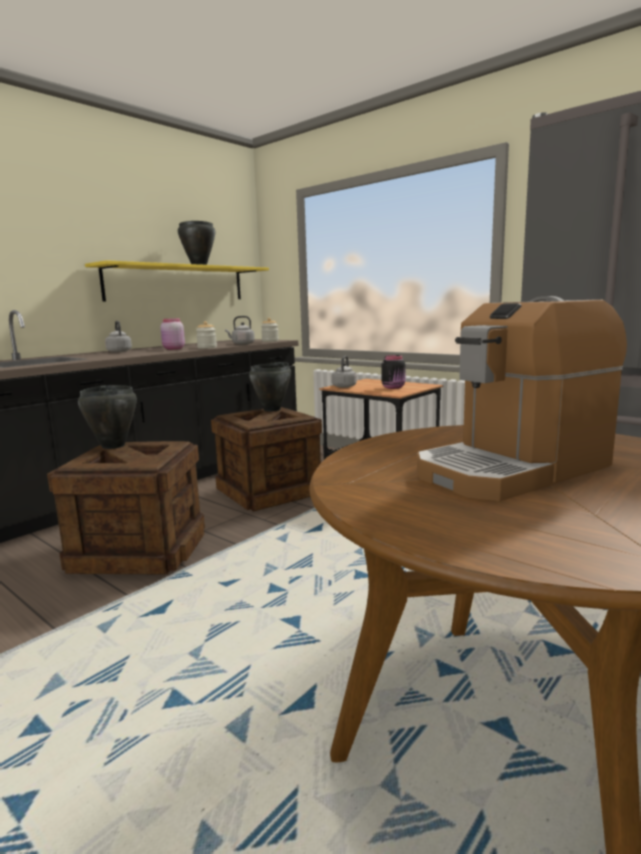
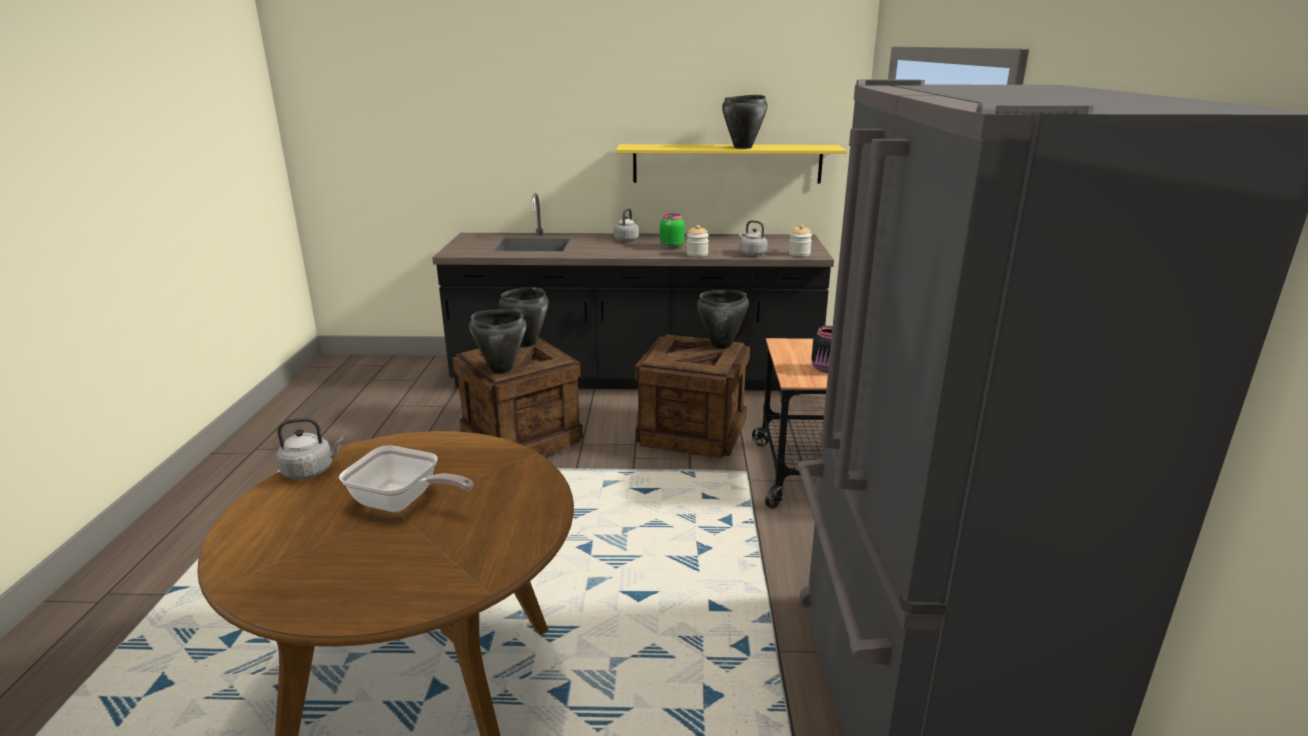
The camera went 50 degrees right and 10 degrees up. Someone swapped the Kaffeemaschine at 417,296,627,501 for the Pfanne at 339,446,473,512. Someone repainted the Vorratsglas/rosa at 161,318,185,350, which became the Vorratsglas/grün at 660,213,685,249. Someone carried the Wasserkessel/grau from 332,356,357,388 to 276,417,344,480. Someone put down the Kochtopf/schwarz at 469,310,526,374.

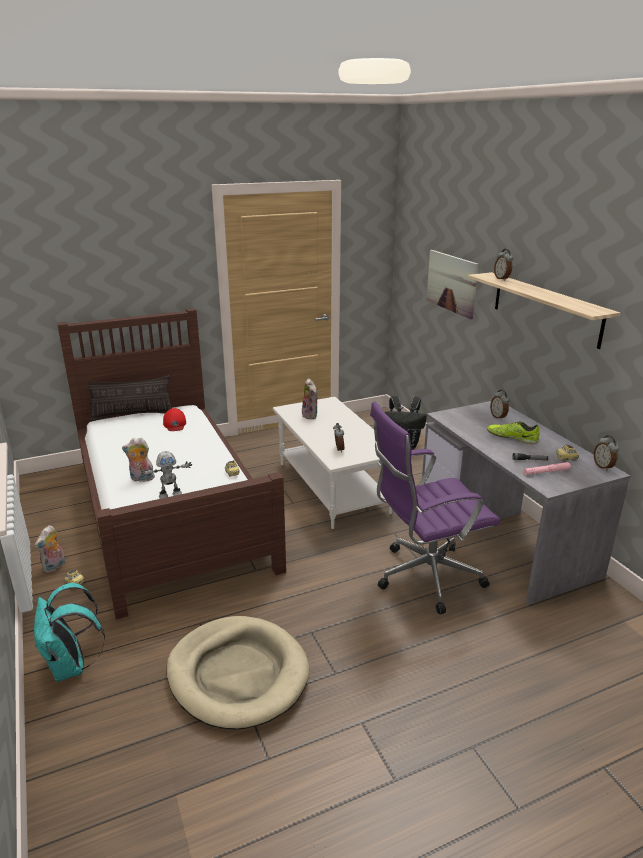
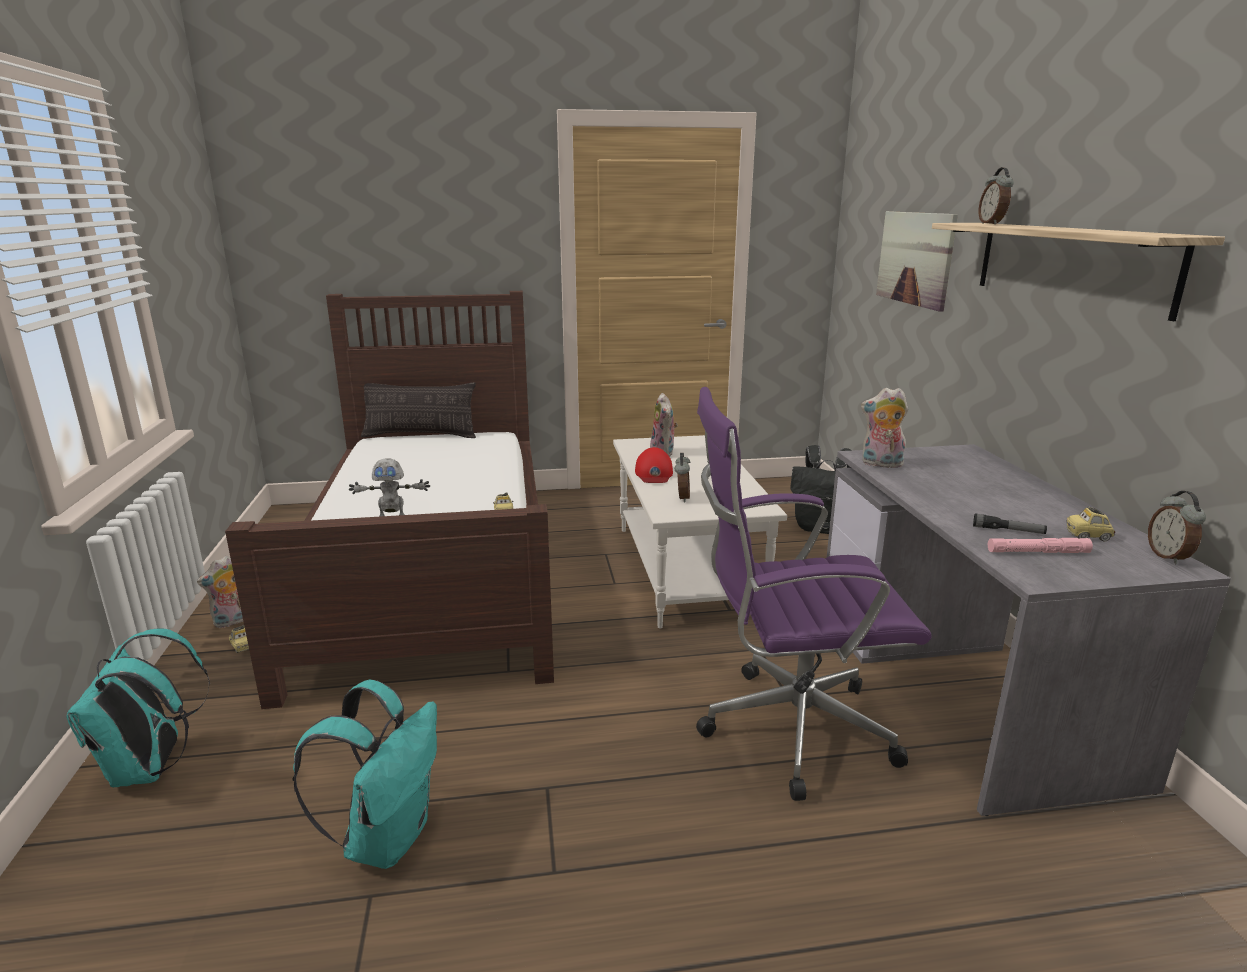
The camera went 15 degrees right and 5 degrees down. Someone took away the Wecker at 490,390,510,420. Someone carried the Kappe/rot from 163,408,186,431 to 635,447,673,483. Someone took away the Schuh at 487,421,539,444. Someone carried the Plüschtier from 122,438,155,482 to 861,388,908,468. Someone swapped the Hundebett/beige at 167,616,309,729 for the Rucksack/türkis at 293,680,437,869.

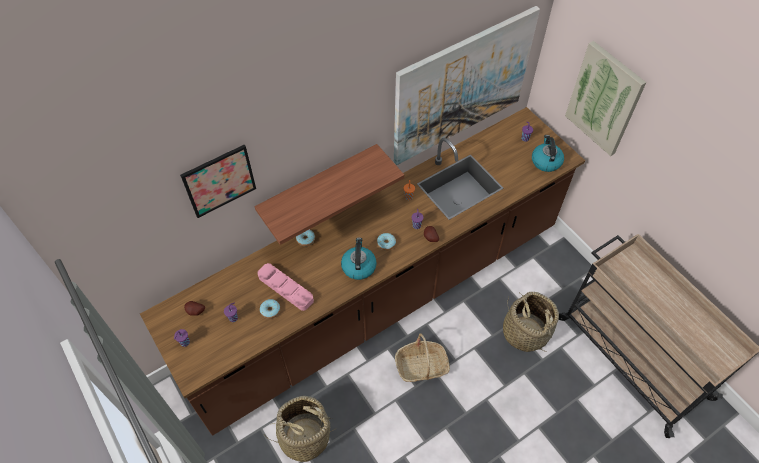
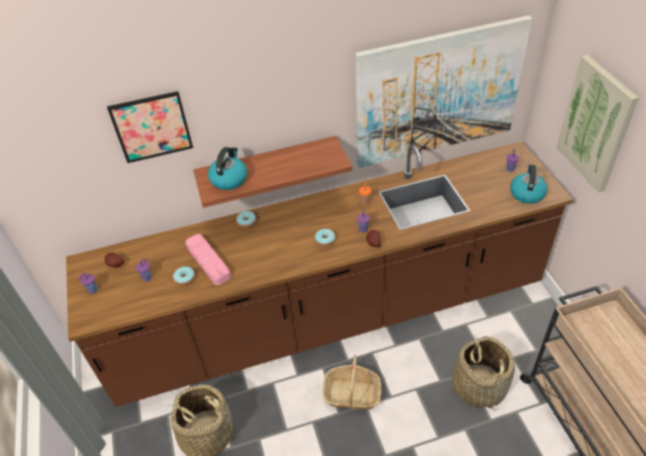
The camera went 20 degrees right and 10 degrees down. Someone carried the Wasserkessel from 341,237,377,280 to 208,147,247,190.

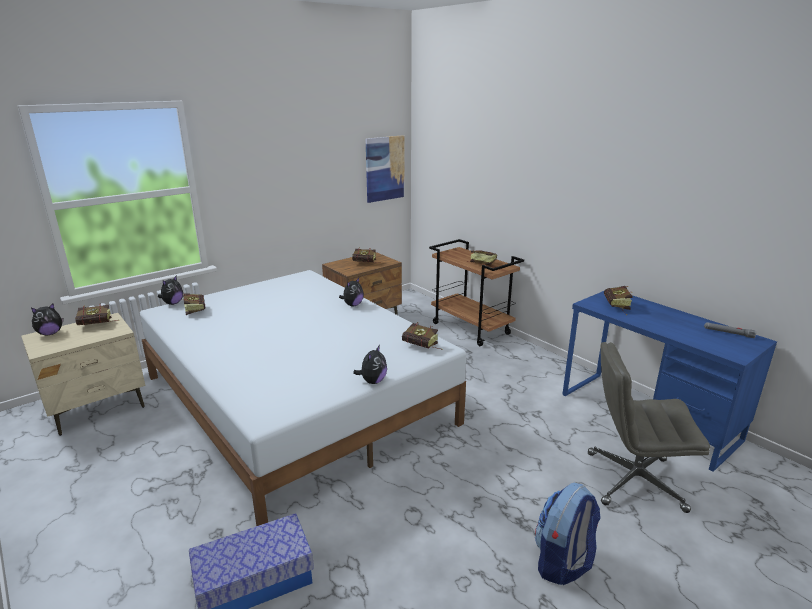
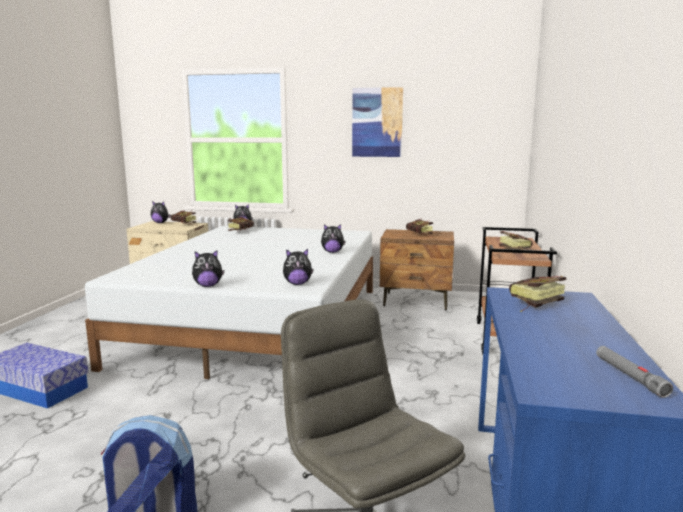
The camera went 50 degrees right and 10 degrees down. Someone carried the Bild from 366,135,405,203 to 352,87,403,157. Someone swapped the Buch at 402,322,443,350 for the Plüschtier at 283,249,314,285.

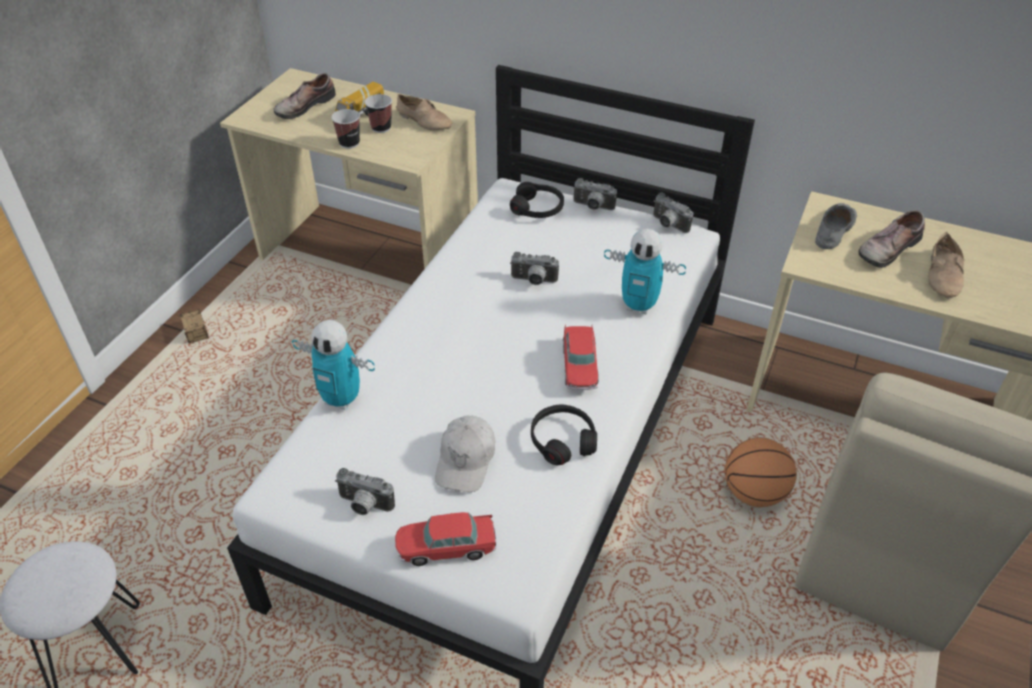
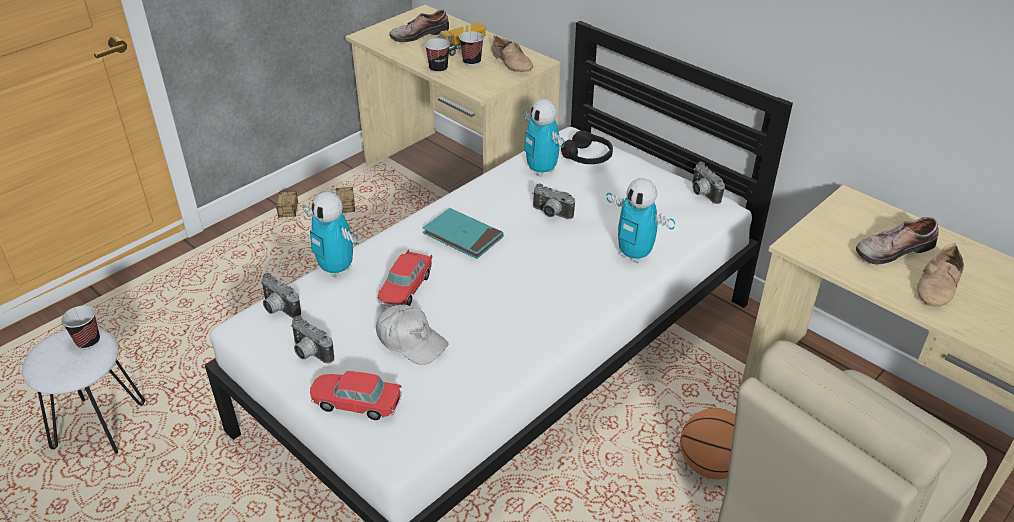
The camera went 20 degrees right and 5 degrees down. Someone carried the Kamera from 573,178,617,210 to 261,273,301,318. Someone took away the Schuh/grau at 815,203,857,249. Someone carried the Spielzeugauto from 563,324,599,390 to 377,250,432,307. Someone took away the Kopfhörer/schwarz at 531,405,597,465. Someone rotated the Kappe/weiß at 435,416,495,492 by 90 degrees counterclockwise. Someone put down the Spielzeugroboter at 523,99,564,177. Someone put down the Aufbewahrungsbox at 335,187,355,213. Someone put down the Buch/türkis at 423,208,504,259. Someone put down the Tasse at 61,306,100,349.

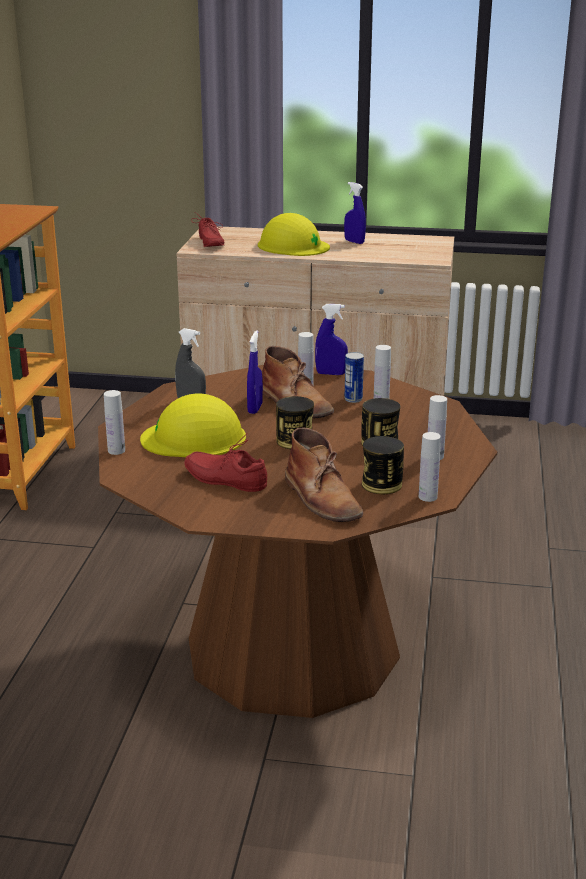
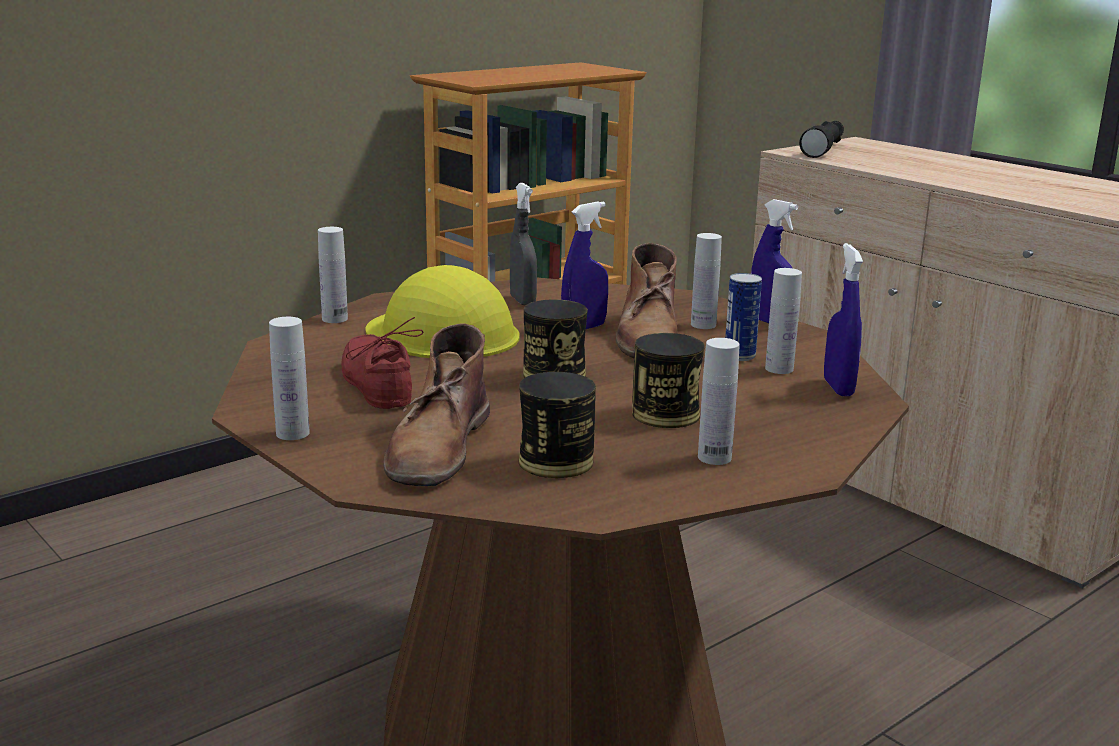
The camera went 40 degrees right and 5 degrees down. Someone carried the Sprühflasche/blau from 344,182,366,244 to 824,243,863,396. Someone swapped the Schuh/rot at 191,212,225,247 for the Taschenlampe/schwarz at 799,121,844,158. Someone took away the Schutzhelm/gelb at 258,213,330,256. Someone carried the Flasche/weiß from 419,432,441,502 to 269,317,310,440.

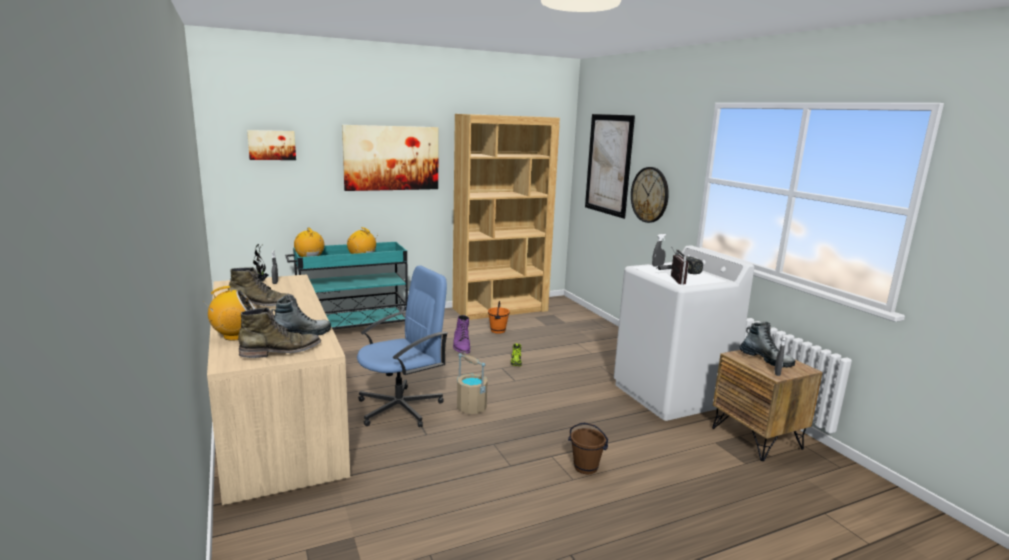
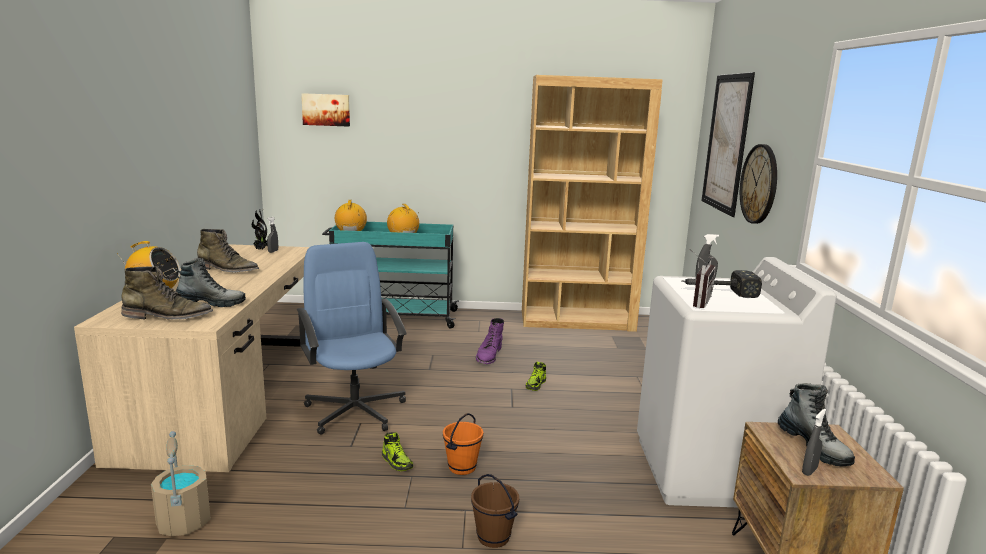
The camera went 25 degrees right and 0 degrees up. Someone took away the Bild at 342,125,439,191. Someone rotated the Bürostuhl/blau at 357,265,448,427 by 105 degrees counterclockwise. Someone carried the Eimer/orange from 488,301,510,334 to 443,413,484,475. Someone carried the Eimer/beige from 457,353,488,414 to 151,431,211,536. Someone put down the Schuh at 382,432,413,471.

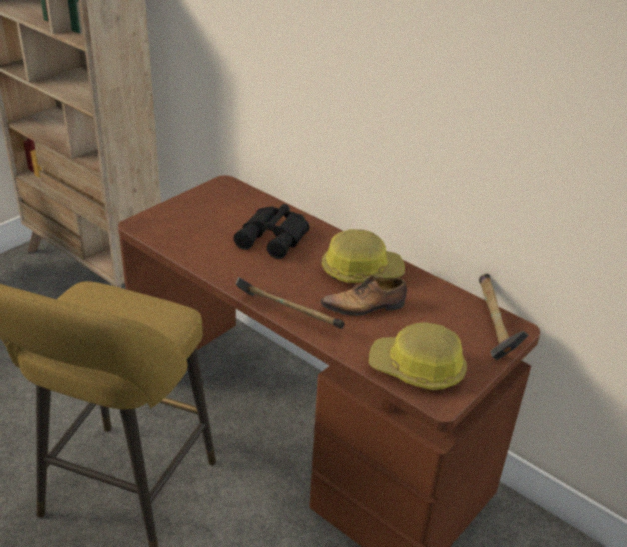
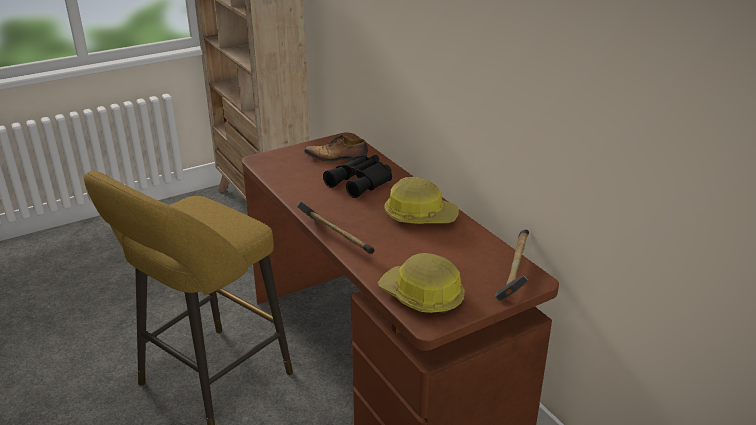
The camera went 20 degrees right and 5 degrees down. Someone carried the Schuh from 320,275,407,316 to 304,134,368,162.

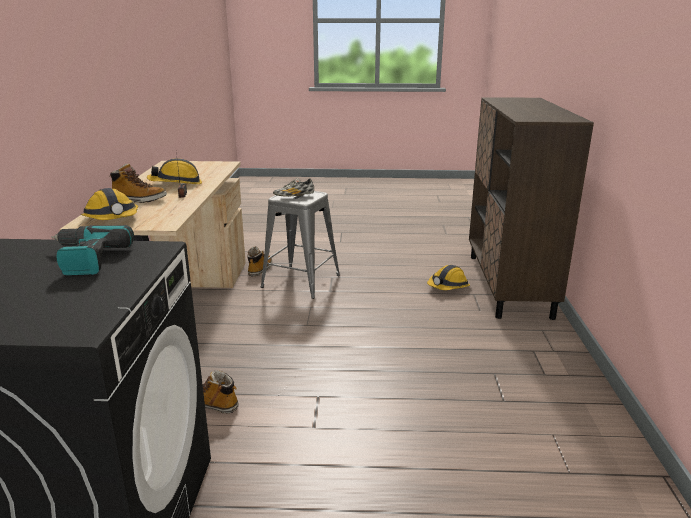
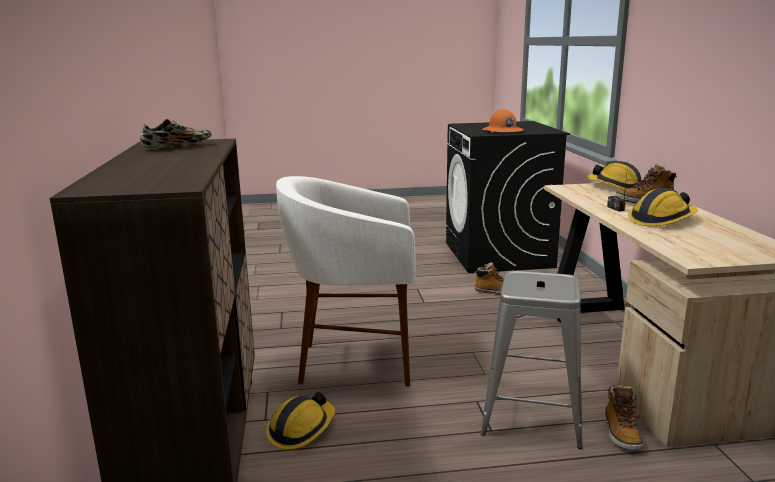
The camera went 170 degrees right and 5 degrees down. Someone carried the Schuh from 273,178,314,197 to 140,119,211,149. Someone swapped the Bohrmaschine at 51,225,134,275 for the Schutzhelm/orange at 482,109,524,133. Someone put down the Hocker/weiß at 276,176,416,387.

